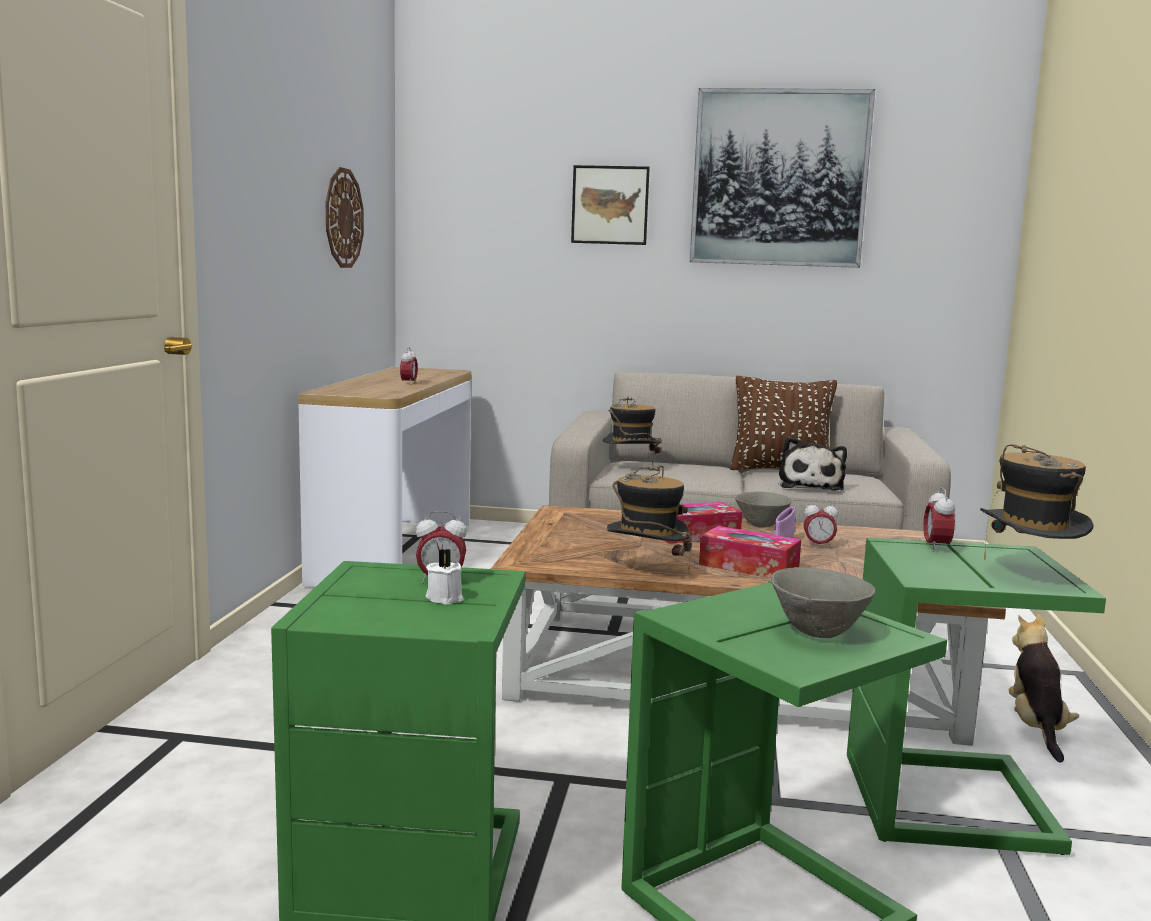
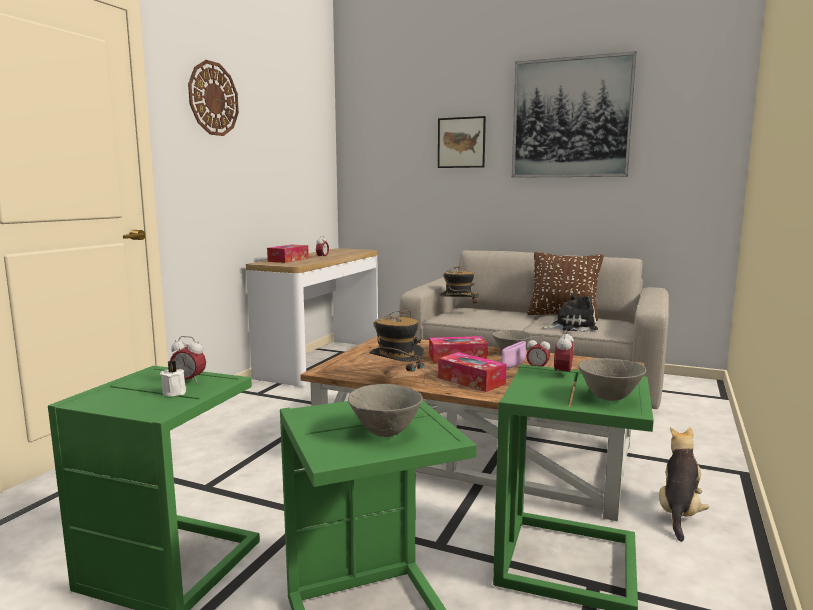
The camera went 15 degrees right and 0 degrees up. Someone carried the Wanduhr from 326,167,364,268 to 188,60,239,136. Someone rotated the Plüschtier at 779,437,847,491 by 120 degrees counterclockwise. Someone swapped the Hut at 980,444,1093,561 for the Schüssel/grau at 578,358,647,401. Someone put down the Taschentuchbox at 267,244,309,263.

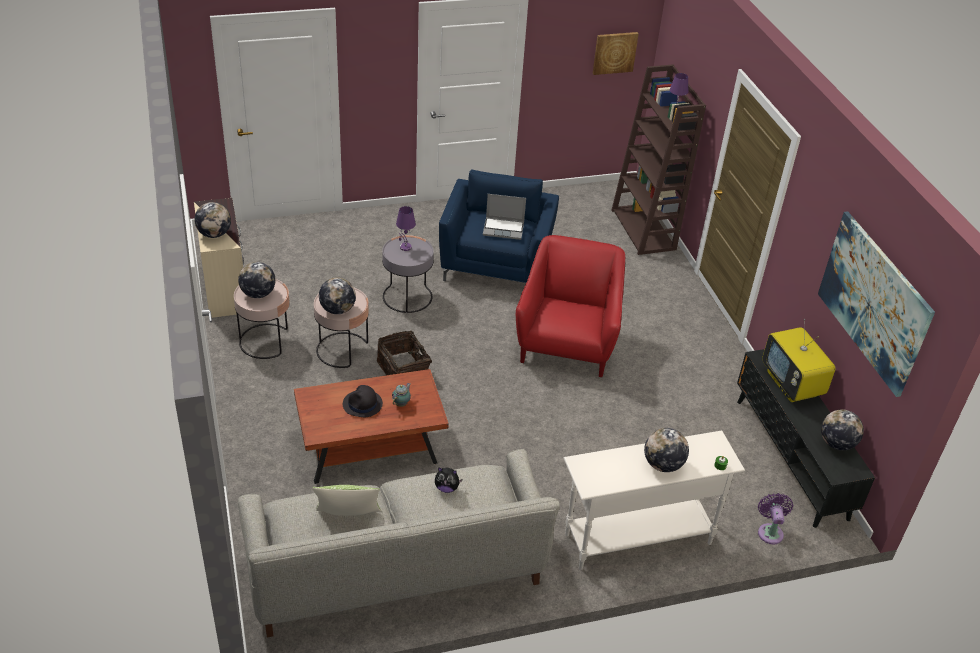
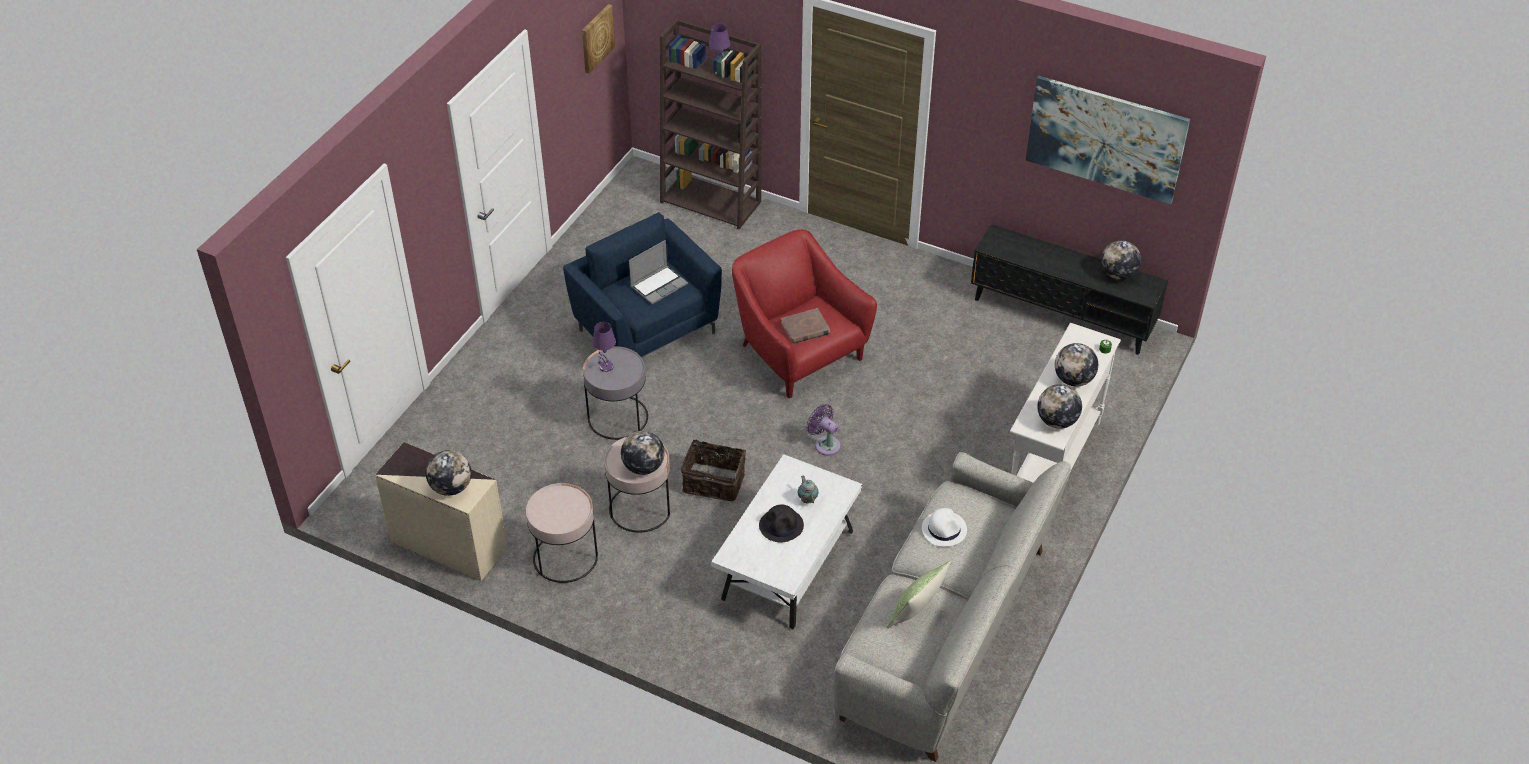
The camera went 45 degrees left and 5 degrees up. Someone carried the Globus from 238,262,276,298 to 1037,384,1082,429. Someone took away the Fernseher at 762,319,836,402. Someone repainted the Couchtisch/braun at 294,369,449,484, which became the Couchtisch/weiß at 711,454,862,629. Someone swapped the Plüschtier at 435,467,463,493 for the Hut/weiß at 922,508,967,547. Someone carried the Ventilator/lila from 758,493,793,544 to 807,404,841,456. Someone put down the Buch/braun at 781,308,830,344.

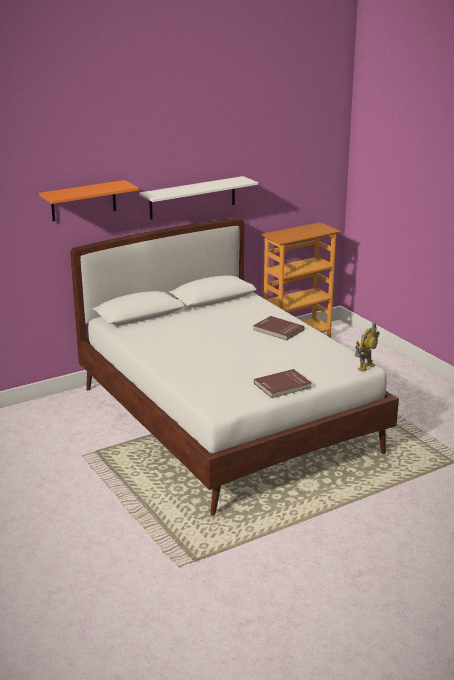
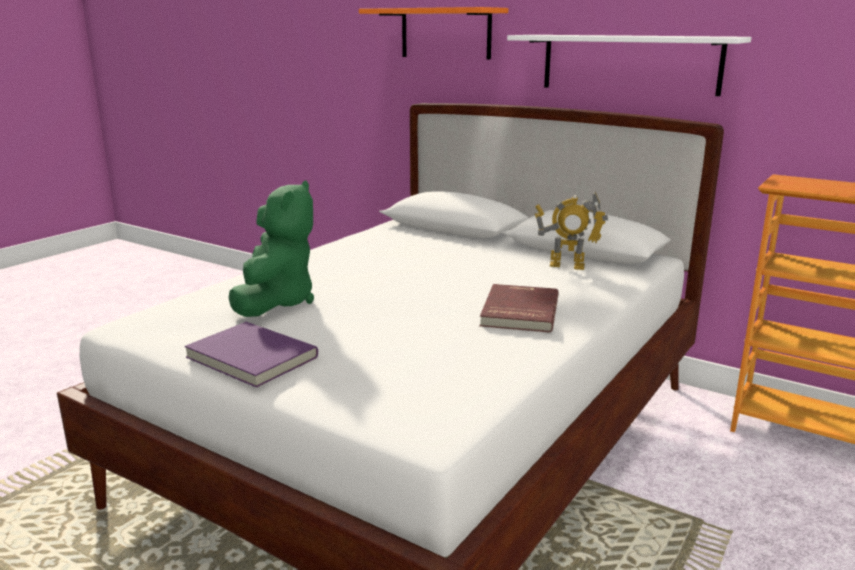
The camera went 65 degrees right and 5 degrees down. Someone carried the Spielzeugroboter from 355,322,380,372 to 534,192,608,270. Someone repainted the Buch/rot at 254,369,312,398, which became the Buch/lila at 185,322,318,388. Someone put down the Plüschtier/grün at 228,180,314,317.

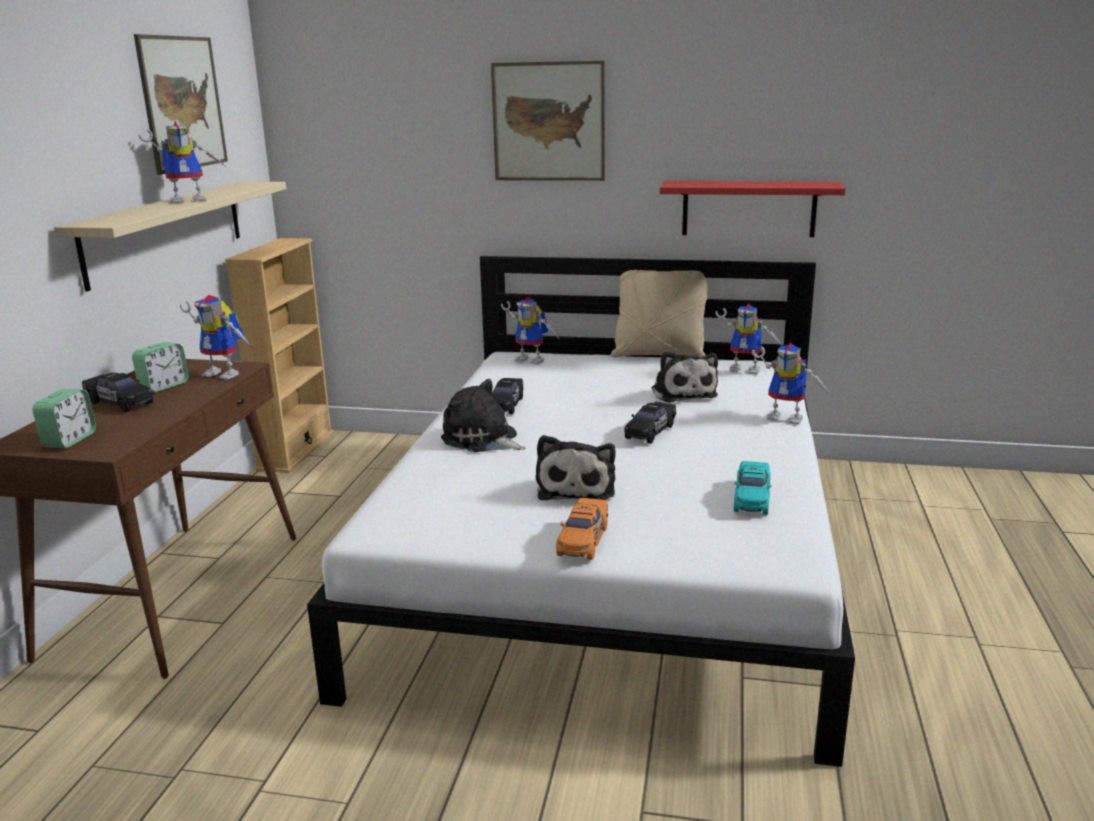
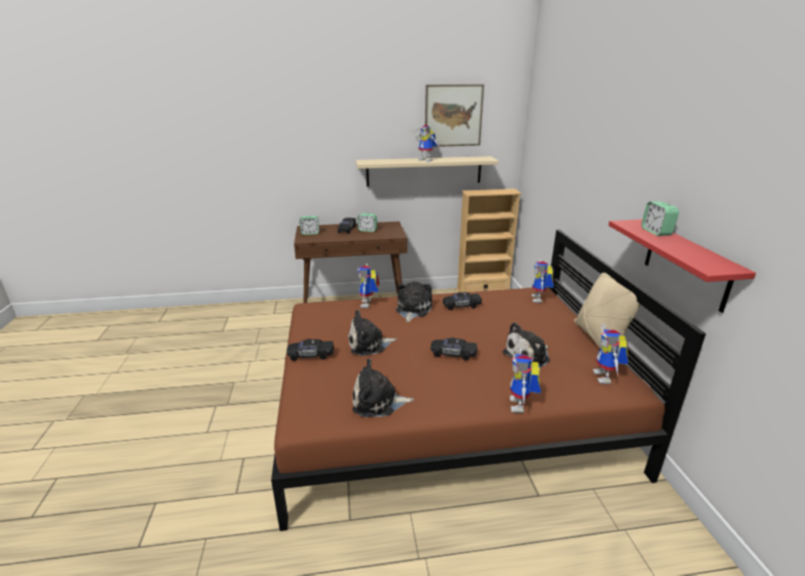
The camera went 70 degrees right and 5 degrees up. Someone took away the Bild at 491,61,605,181. Someone repainted the Bett/weiß at 307,256,855,767, which became the Bett/braun at 271,230,706,531. Someone carried the Spielzeugroboter from 180,295,251,380 to 357,263,380,308. Someone swapped the Spielzeugauto/türkis at 734,461,771,515 for the Plüschtier at 352,358,414,417. Someone repainted the Spielzeugauto/orange at 556,498,608,560, which became the Spielzeugauto/schwarz at 287,339,334,361. Someone put down the Wecker at 642,201,679,236.

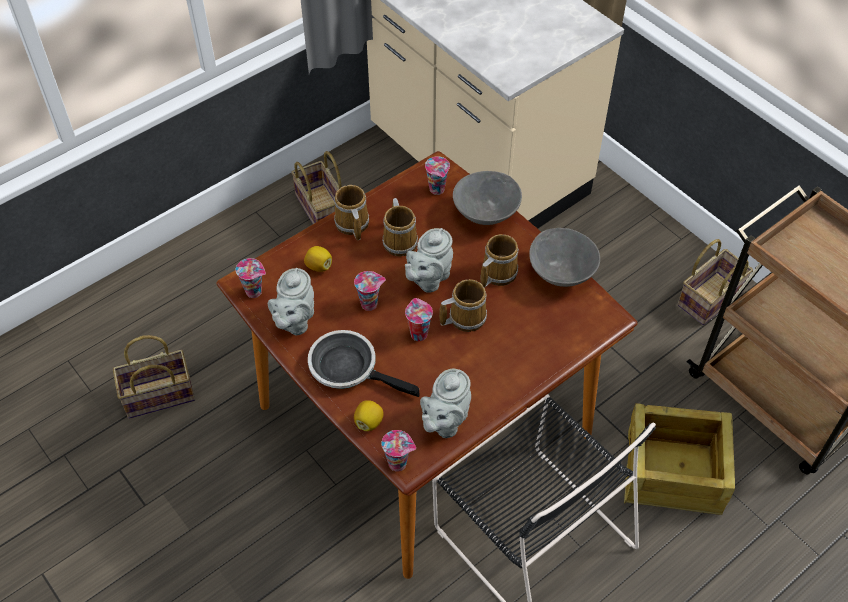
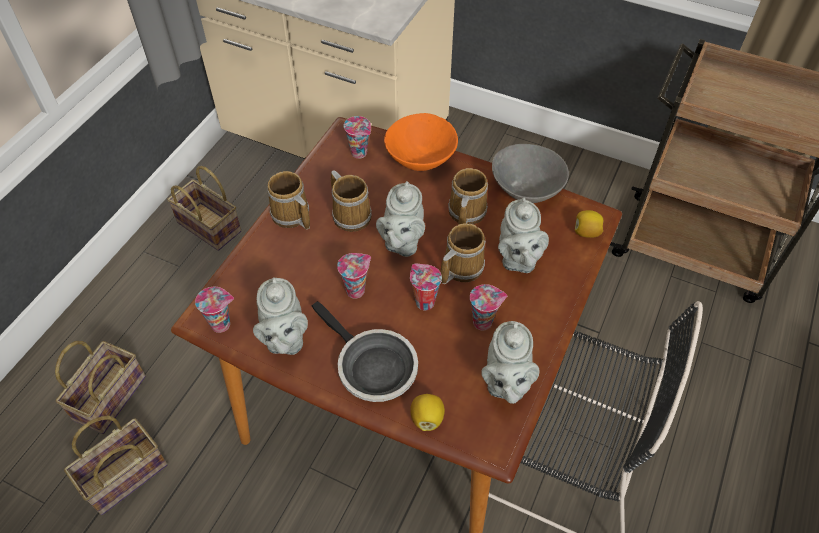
The camera went 25 degrees left and 0 degrees up. Someone repainted the Schüssel/grau at 453,171,522,225, which became the Schüssel/orange at 384,113,458,171. Someone carried the Korb from 678,239,753,325 to 55,341,146,434. Someone carried the Zitrone from 304,246,332,272 to 575,210,604,238. Someone rotated the Pfanne at 308,330,420,397 by 135 degrees counterclockwise. Someone took away the Kiste at 624,403,735,515. Someone carried the Tasse from 381,430,416,472 to 470,284,507,330. Someone put down the Teekanne/grau at 498,197,549,273.

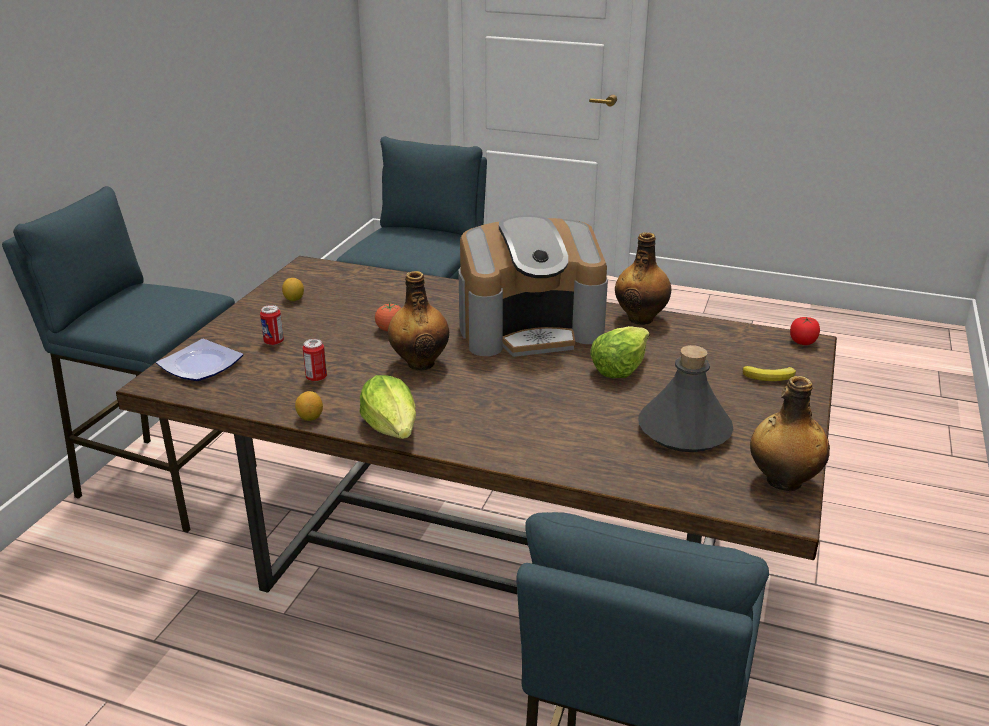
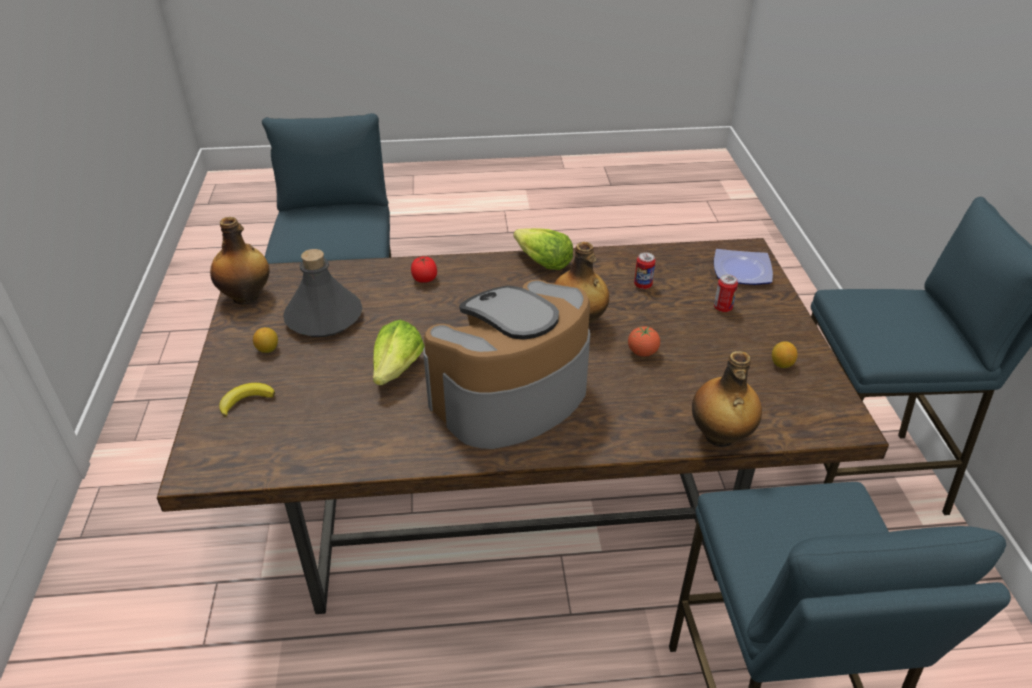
The camera went 155 degrees right and 10 degrees up. Someone carried the Flasche from 615,232,671,325 to 692,351,762,447. Someone carried the Tomate from 790,317,820,345 to 411,256,437,283. Someone carried the Zitrone from 295,391,323,421 to 253,327,278,353.

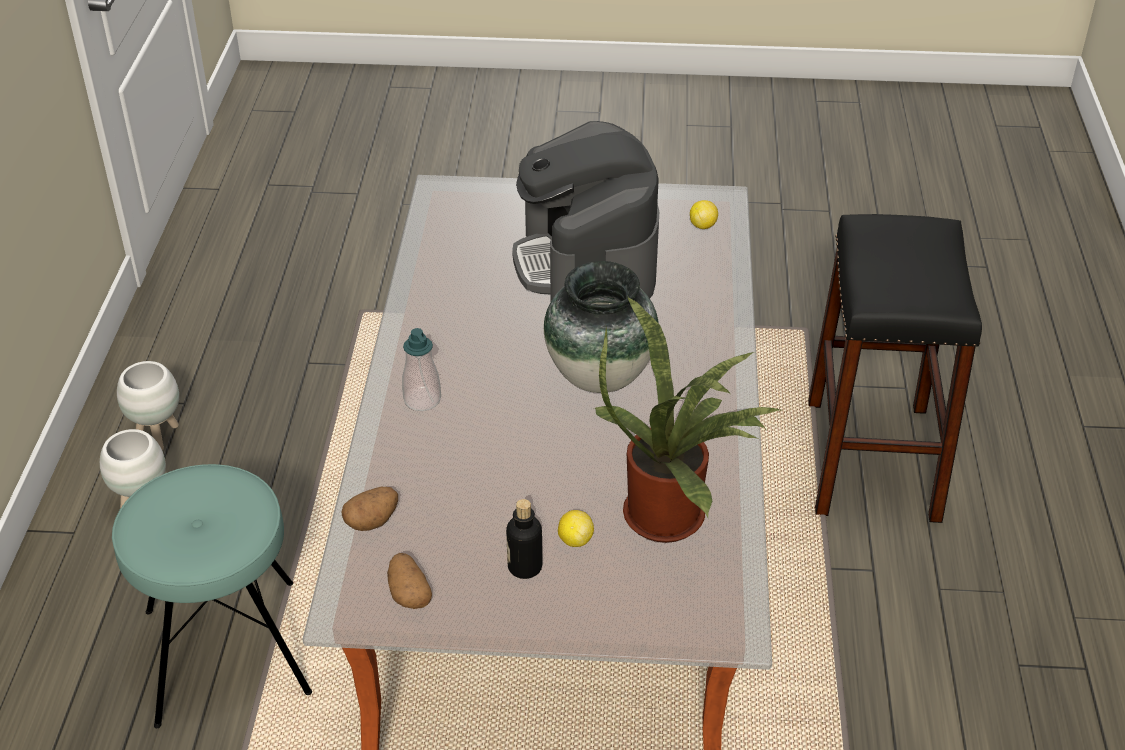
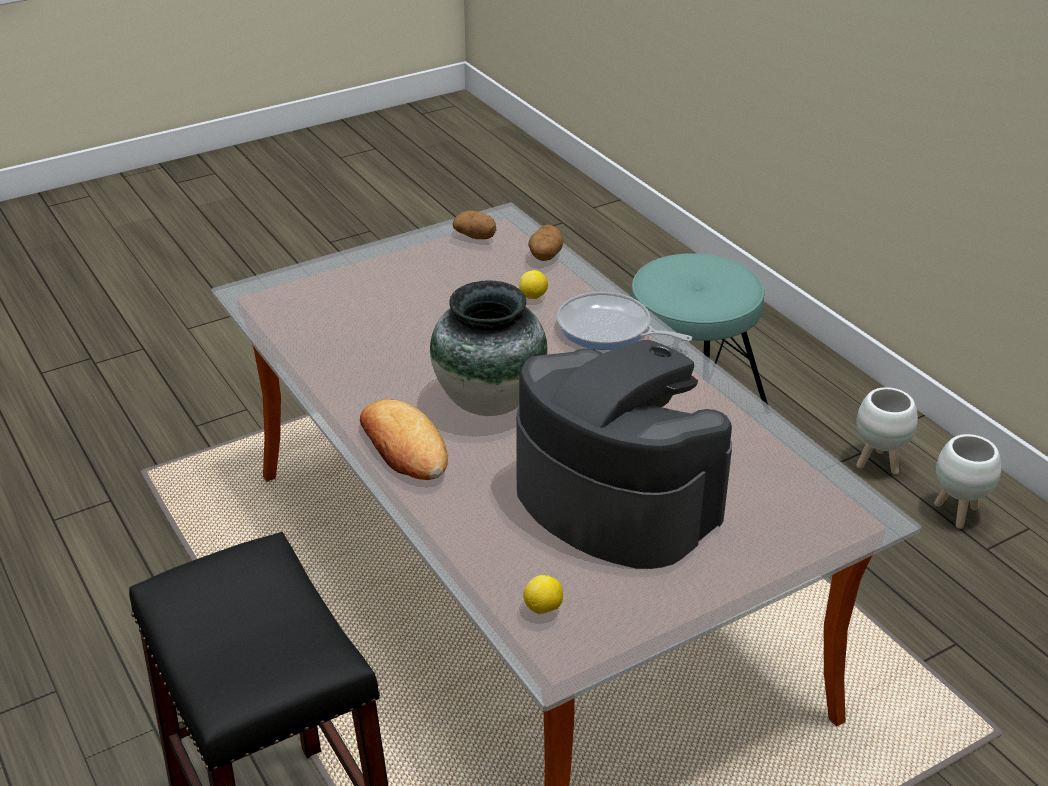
The camera went 145 degrees right and 5 degrees down. Someone took away the Topfpflanze at 594,297,783,543. Someone swapped the Seifenspender at 402,328,441,411 for the Pfanne at 557,292,692,350. Someone took away the Flasche at 506,499,542,579. Someone carried the Zitrone from 558,510,594,547 to 519,270,548,299. Someone put down the Brot at 360,399,448,480.

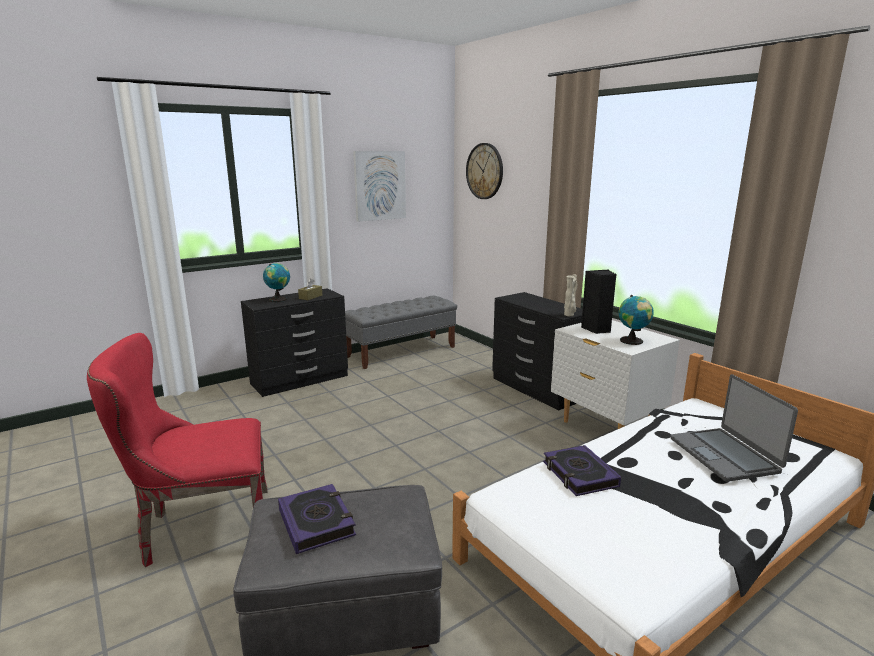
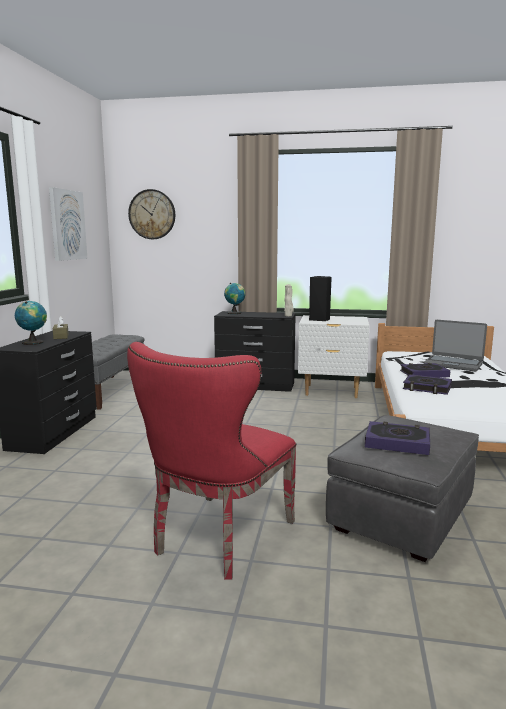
The camera went 45 degrees left and 5 degrees down. Someone carried the Globus from 619,295,654,345 to 224,283,245,314. Someone put down the Buch at 400,363,450,378.

